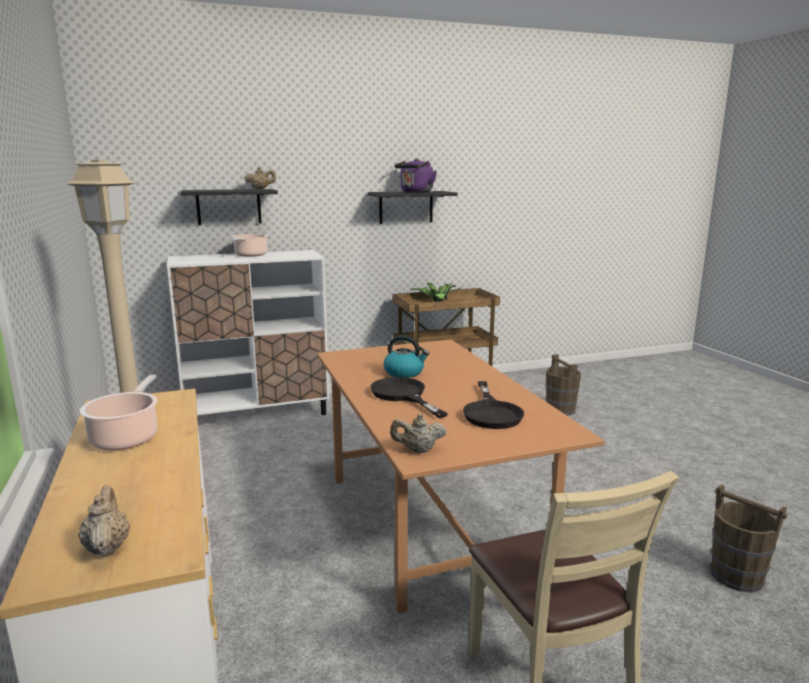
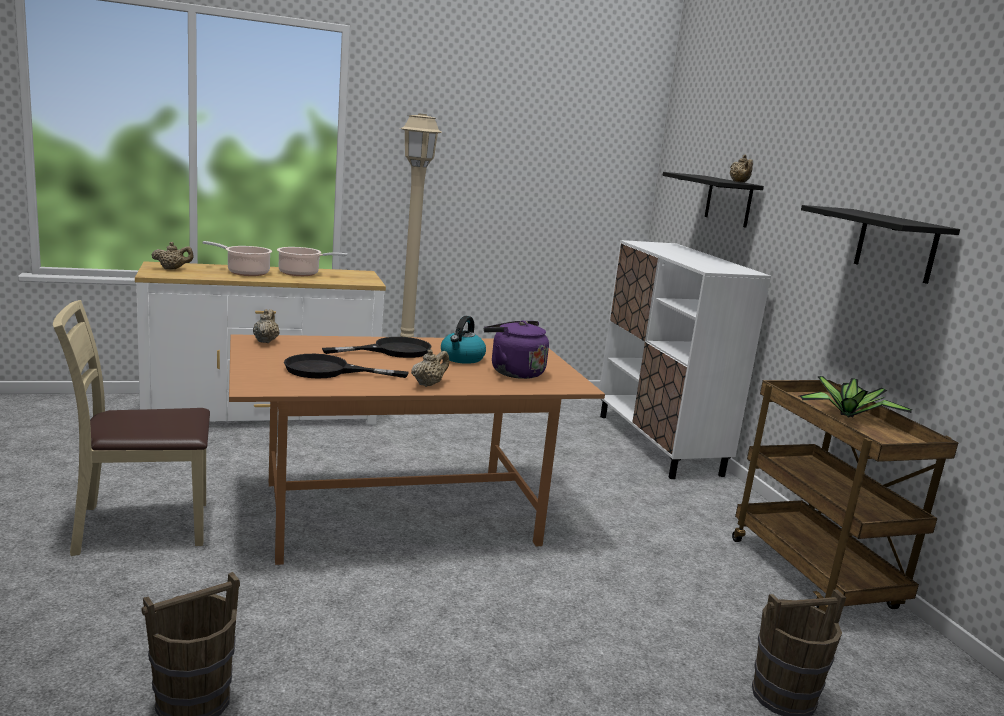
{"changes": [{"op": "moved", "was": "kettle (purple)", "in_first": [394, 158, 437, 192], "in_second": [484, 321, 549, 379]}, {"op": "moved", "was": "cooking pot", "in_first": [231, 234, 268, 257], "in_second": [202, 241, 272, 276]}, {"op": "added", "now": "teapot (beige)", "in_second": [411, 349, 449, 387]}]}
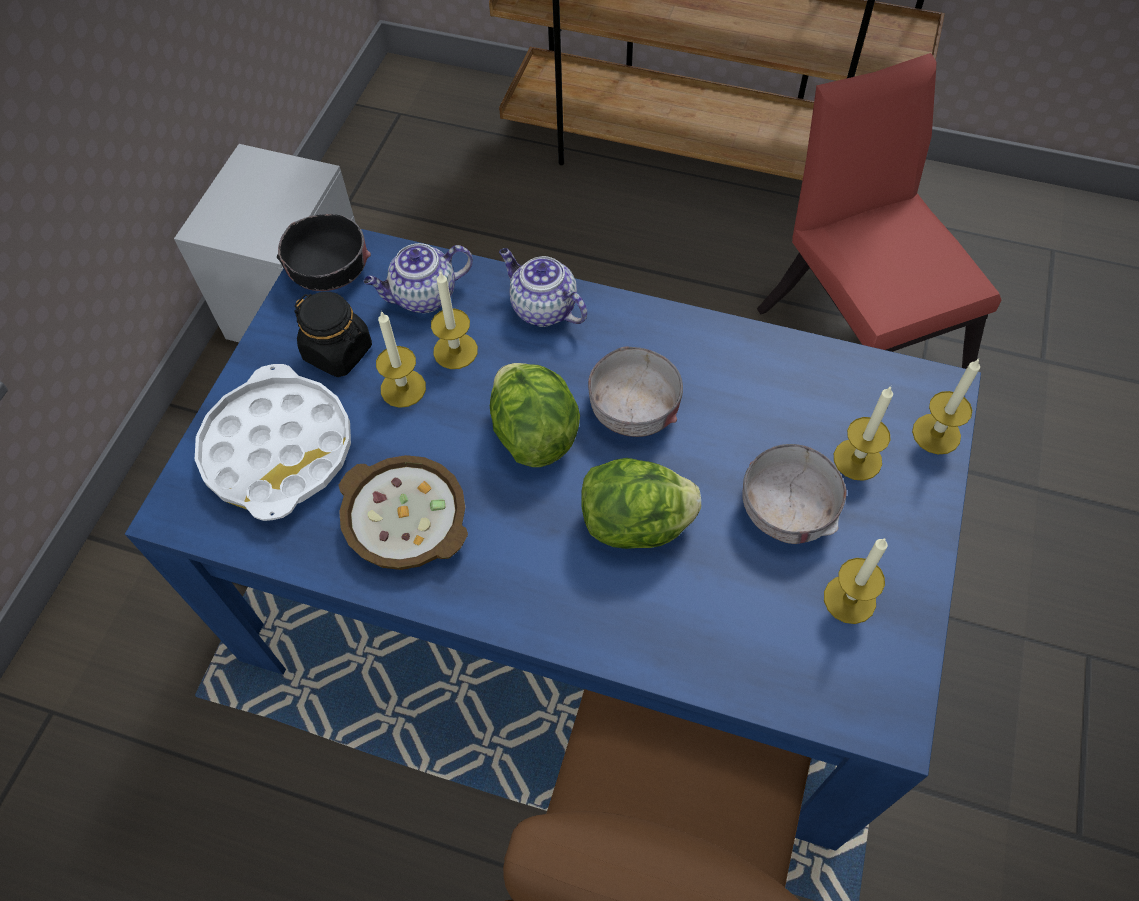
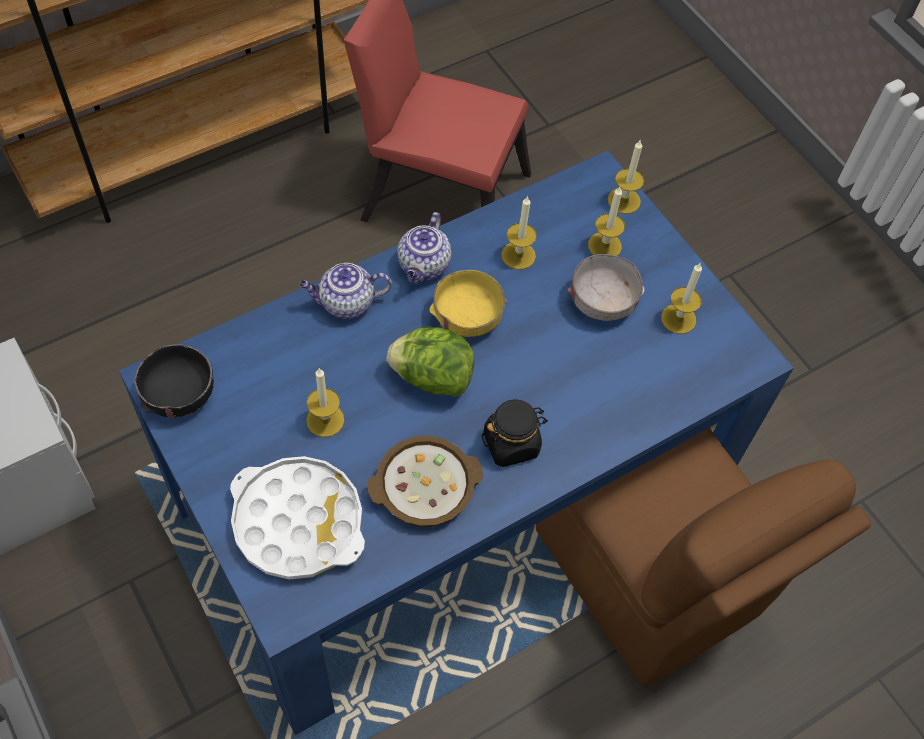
{"changes": [{"op": "moved", "was": "teapot", "in_first": [363, 243, 473, 313], "in_second": [397, 212, 451, 284]}, {"op": "moved", "was": "candle", "in_first": [431, 271, 478, 369], "in_second": [501, 196, 537, 270]}, {"op": "moved", "was": "jar (black)", "in_first": [294, 292, 372, 377], "in_second": [482, 399, 548, 467]}, {"op": "recoloured", "was": "bowl (grey)", "now": "bowl (yellow)", "in_first": [588, 346, 683, 437], "in_second": [430, 270, 507, 337]}, {"op": "removed", "was": "lettuce", "in_first": [581, 458, 701, 549]}]}
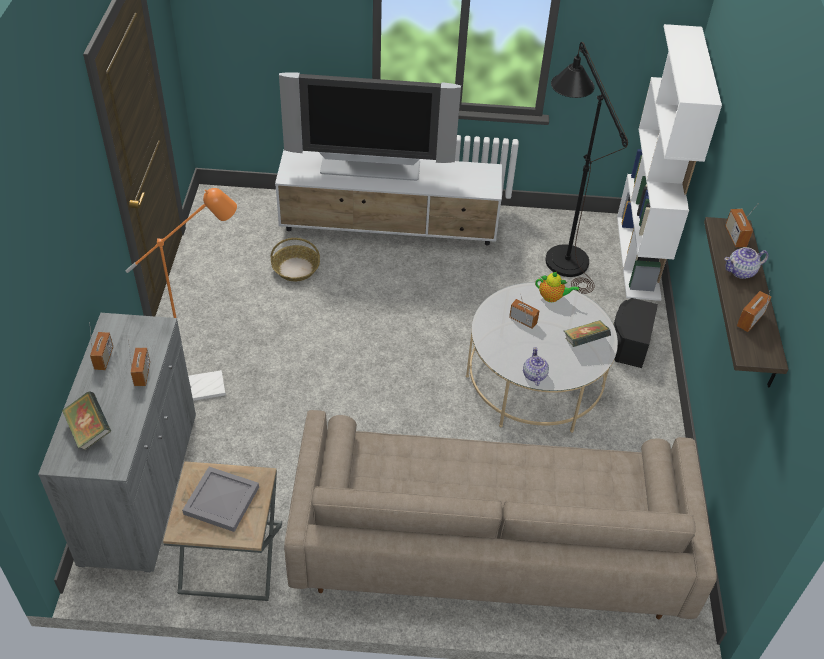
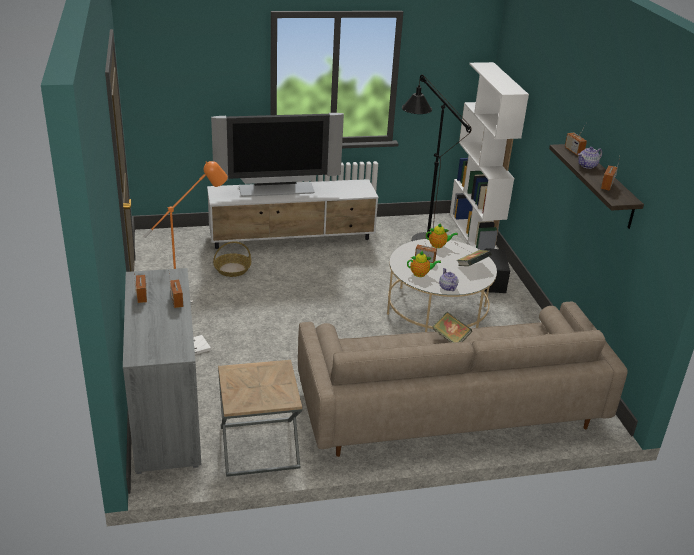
{"changes": [{"op": "moved", "was": "book", "in_first": [62, 391, 111, 450], "in_second": [433, 312, 472, 343]}, {"op": "removed", "was": "tray (grey)", "in_first": [182, 467, 259, 532]}, {"op": "added", "now": "teapot", "in_second": [407, 251, 441, 277]}]}
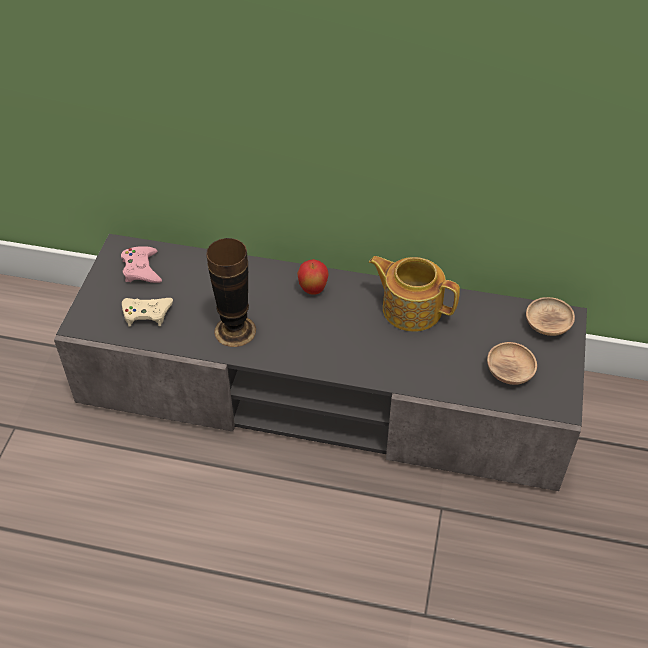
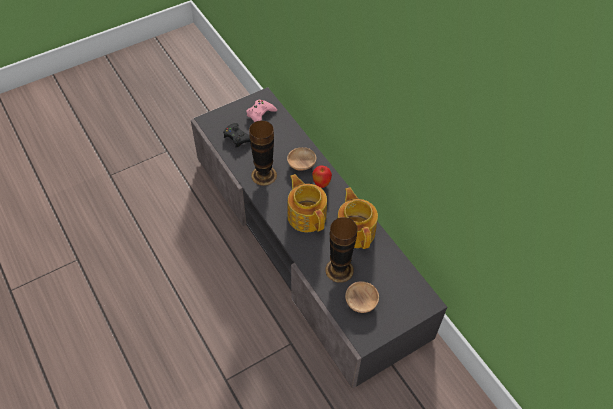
{"changes": [{"op": "moved", "was": "bowl (brown)", "in_first": [526, 297, 575, 336], "in_second": [287, 147, 316, 171]}, {"op": "recoloured", "was": "game controller (beige)", "now": "game controller (black)", "in_first": [122, 298, 173, 327], "in_second": [223, 123, 250, 148]}, {"op": "added", "now": "teapot", "in_second": [288, 174, 327, 232]}, {"op": "added", "now": "vase", "in_second": [325, 217, 358, 283]}]}
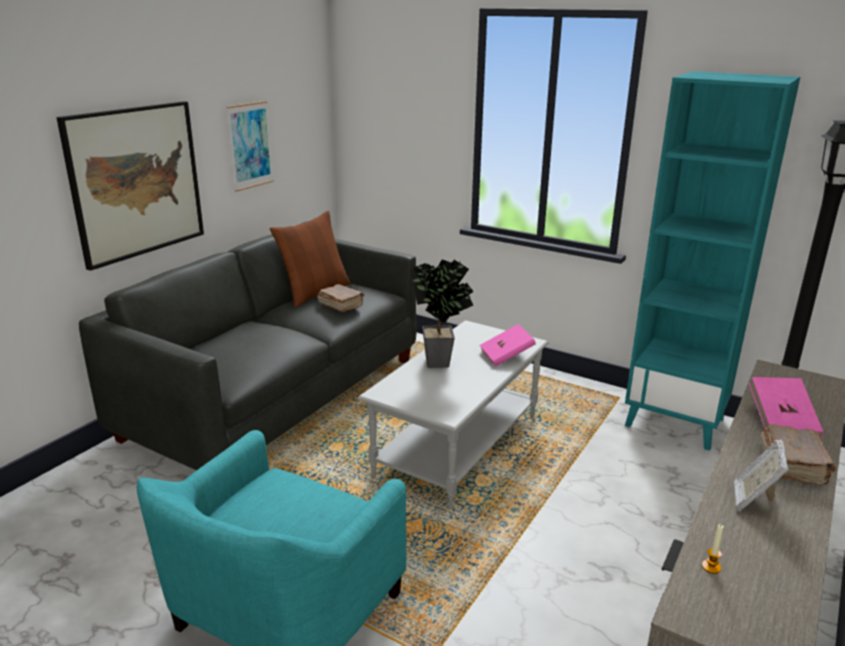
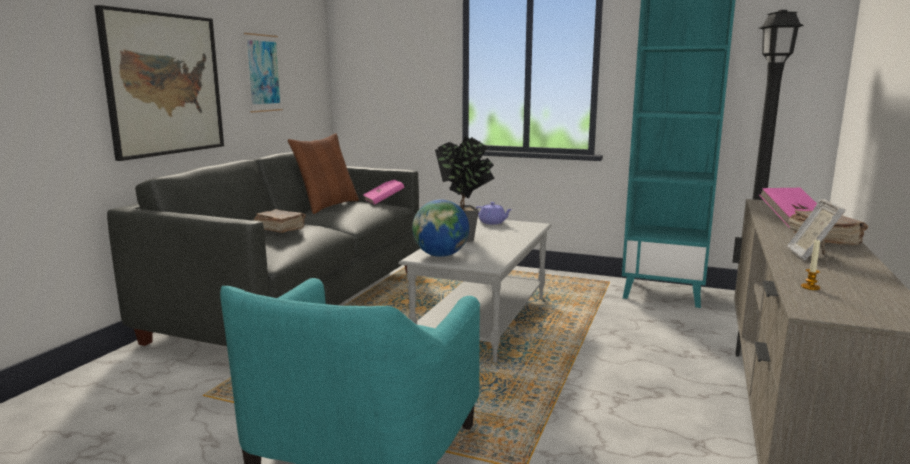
{"changes": [{"op": "moved", "was": "book (brown)", "in_first": [317, 284, 364, 312], "in_second": [254, 209, 306, 233]}, {"op": "moved", "was": "book (pink)", "in_first": [479, 324, 536, 367], "in_second": [363, 180, 405, 205]}, {"op": "added", "now": "globe", "in_second": [412, 199, 469, 257]}, {"op": "added", "now": "teapot (purple)", "in_second": [476, 202, 512, 225]}]}
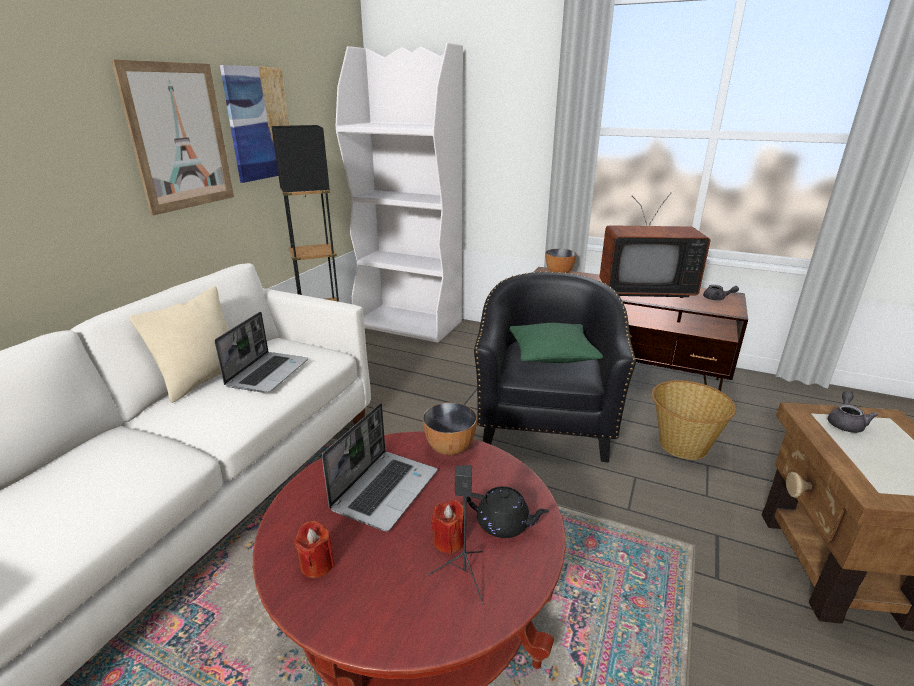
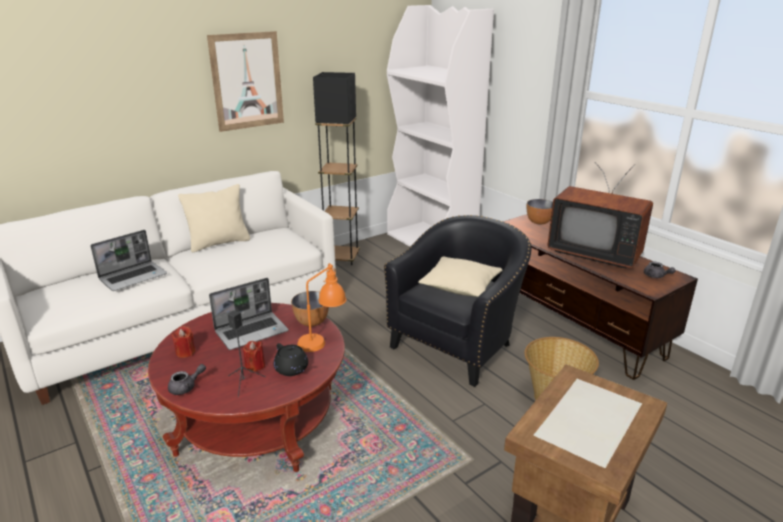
{"changes": [{"op": "removed", "was": "picture", "in_first": [220, 65, 289, 183]}, {"op": "moved", "was": "laptop", "in_first": [214, 312, 308, 393], "in_second": [90, 230, 167, 291]}, {"op": "recoloured", "was": "pillow (green)", "now": "pillow (beige)", "in_first": [510, 323, 603, 363], "in_second": [418, 256, 502, 297]}, {"op": "moved", "was": "teapot (grey)", "in_first": [828, 391, 878, 433], "in_second": [168, 364, 206, 395]}, {"op": "added", "now": "table lamp (orange)", "in_second": [297, 263, 346, 352]}]}
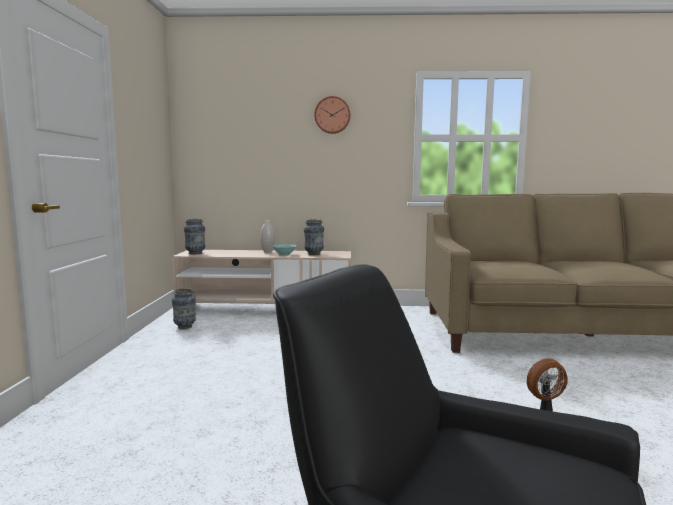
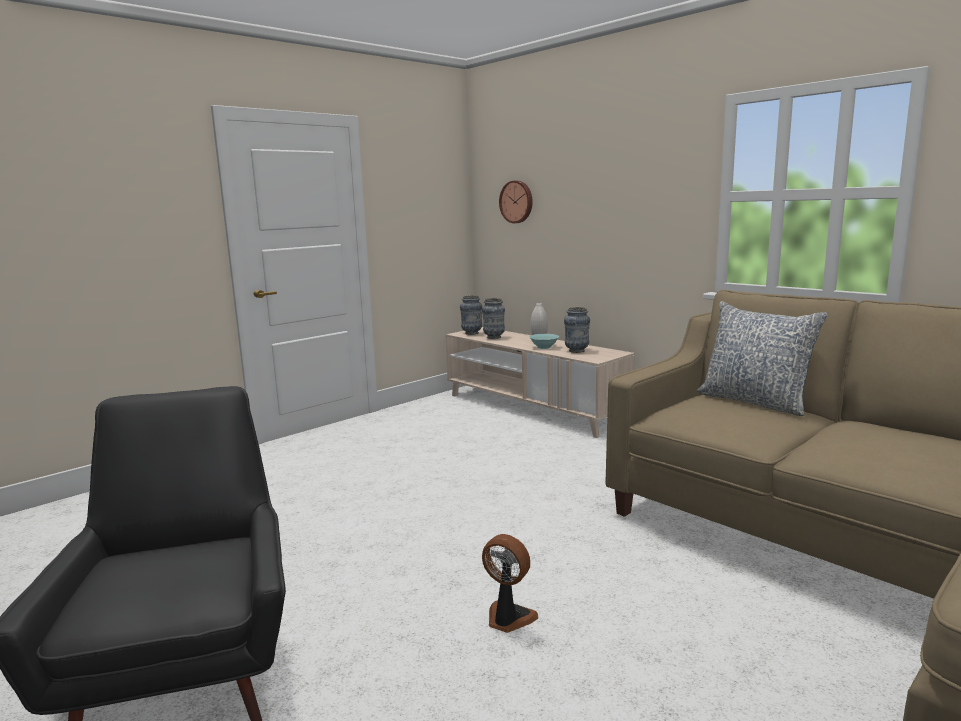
{"changes": [{"op": "moved", "was": "wall clock", "in_first": [314, 96, 351, 134], "in_second": [499, 181, 533, 223]}, {"op": "moved", "was": "vase", "in_first": [172, 288, 196, 329], "in_second": [482, 298, 505, 339]}, {"op": "added", "now": "pillow", "in_second": [697, 301, 828, 416]}]}
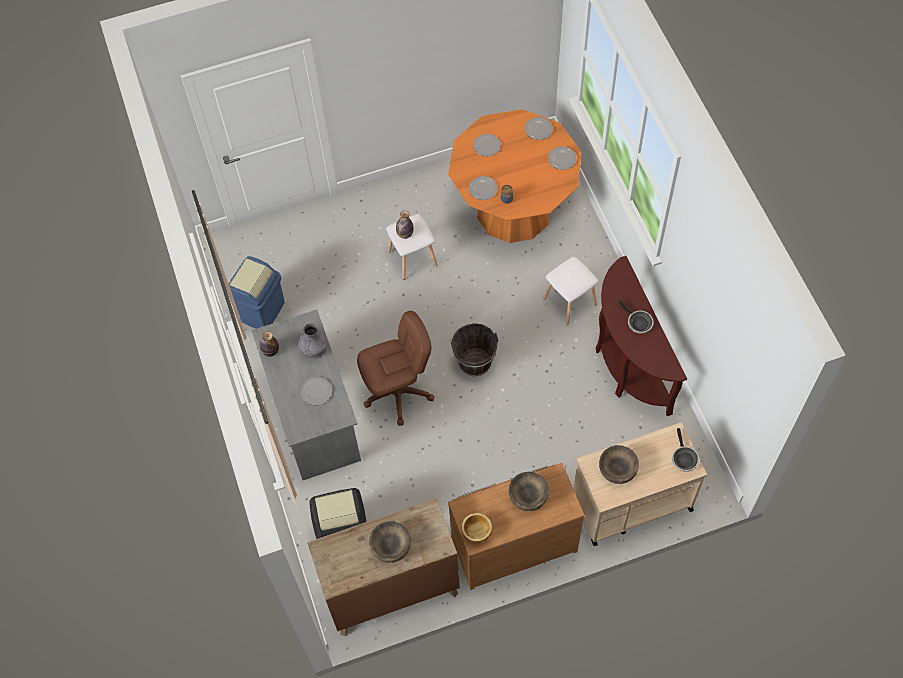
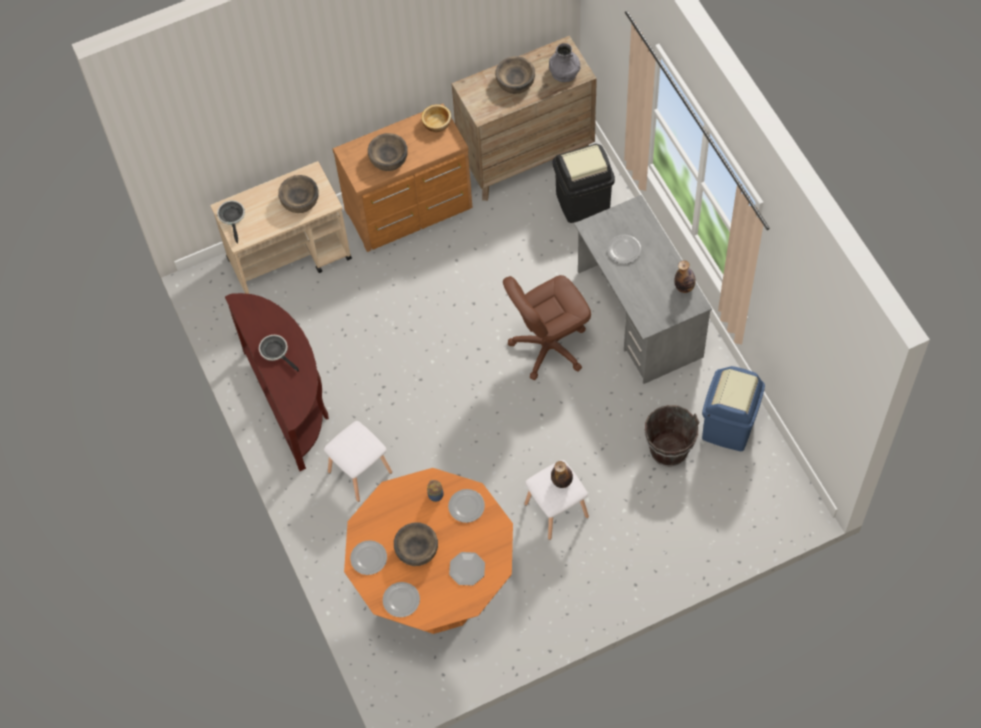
{"changes": [{"op": "moved", "was": "vase (grey)", "in_first": [298, 323, 328, 359], "in_second": [549, 43, 580, 82]}, {"op": "moved", "was": "bucket (brown)", "in_first": [451, 323, 498, 377], "in_second": [644, 405, 699, 467]}, {"op": "added", "now": "bowl (brown)", "in_second": [394, 523, 438, 566]}]}
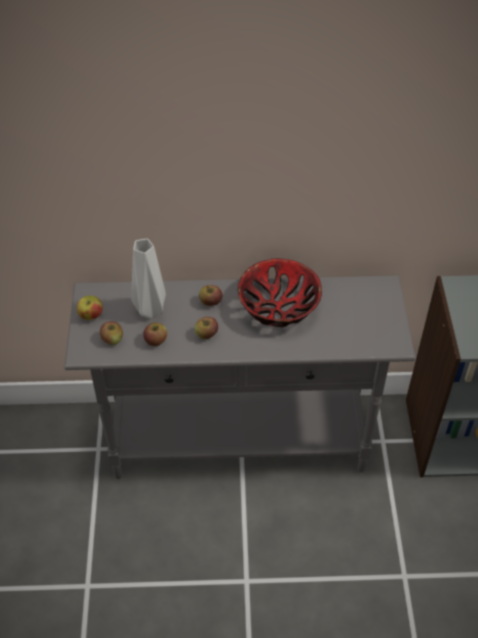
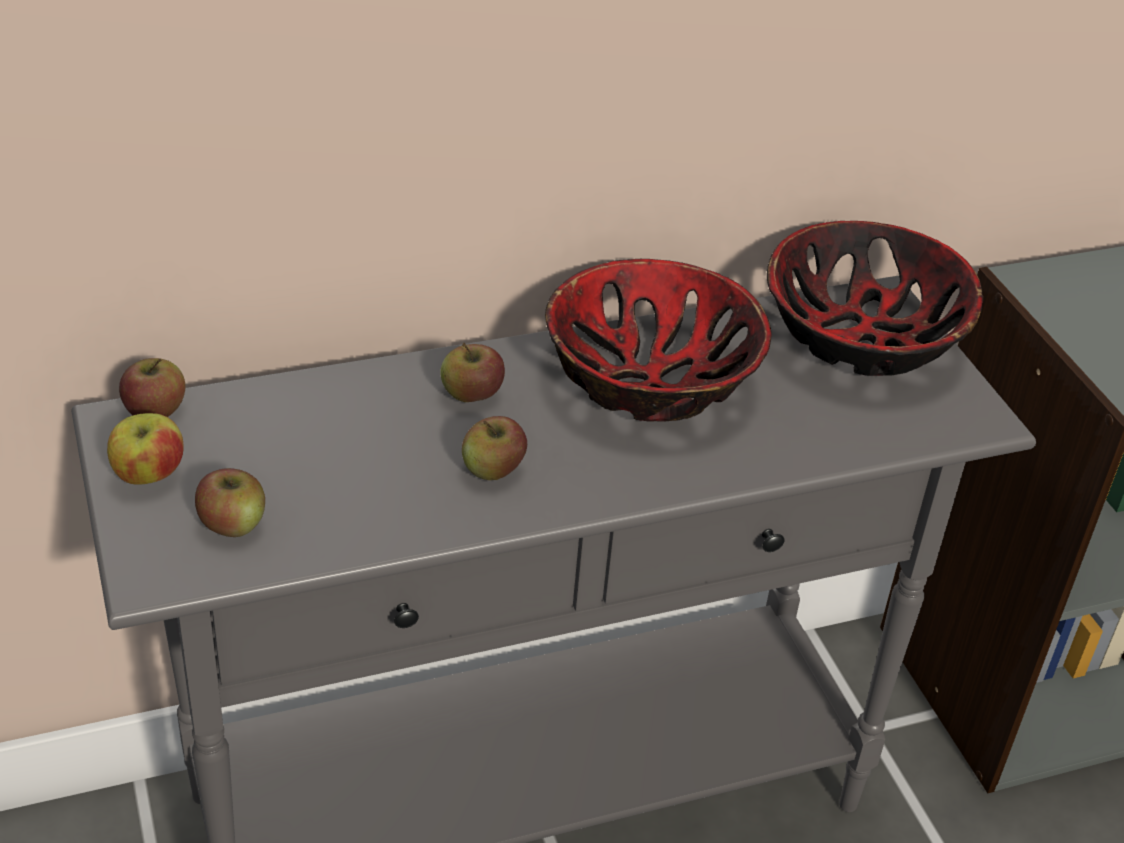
{"changes": [{"op": "removed", "was": "vase (grey)", "in_first": [131, 239, 166, 319]}, {"op": "moved", "was": "apple", "in_first": [143, 323, 167, 346], "in_second": [119, 358, 185, 417]}, {"op": "added", "now": "bowl", "in_second": [767, 221, 983, 376]}]}
